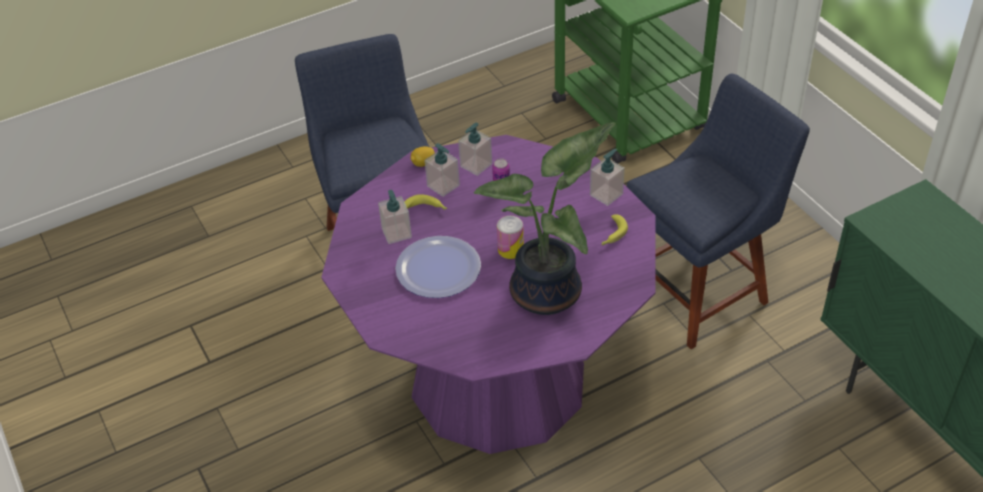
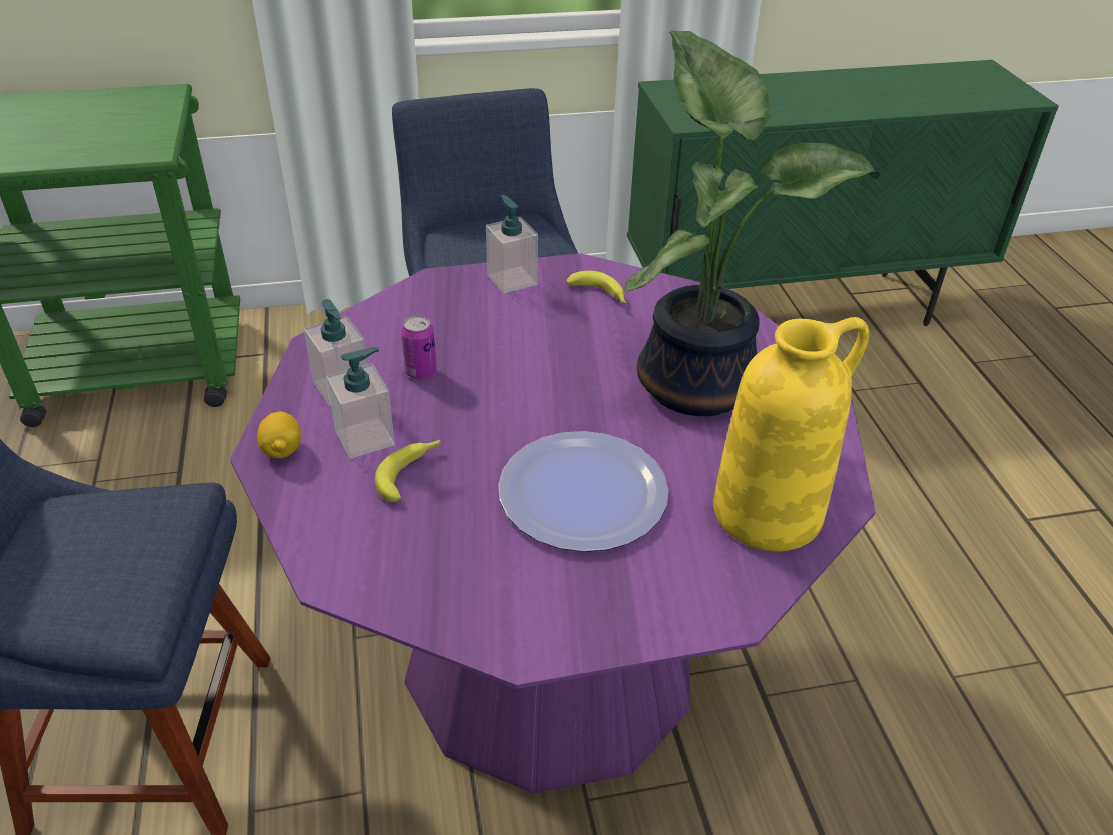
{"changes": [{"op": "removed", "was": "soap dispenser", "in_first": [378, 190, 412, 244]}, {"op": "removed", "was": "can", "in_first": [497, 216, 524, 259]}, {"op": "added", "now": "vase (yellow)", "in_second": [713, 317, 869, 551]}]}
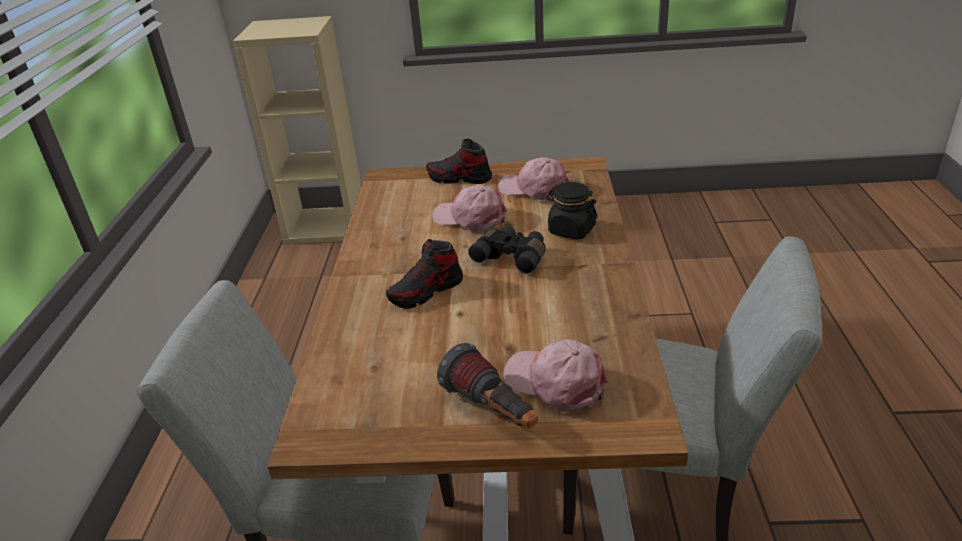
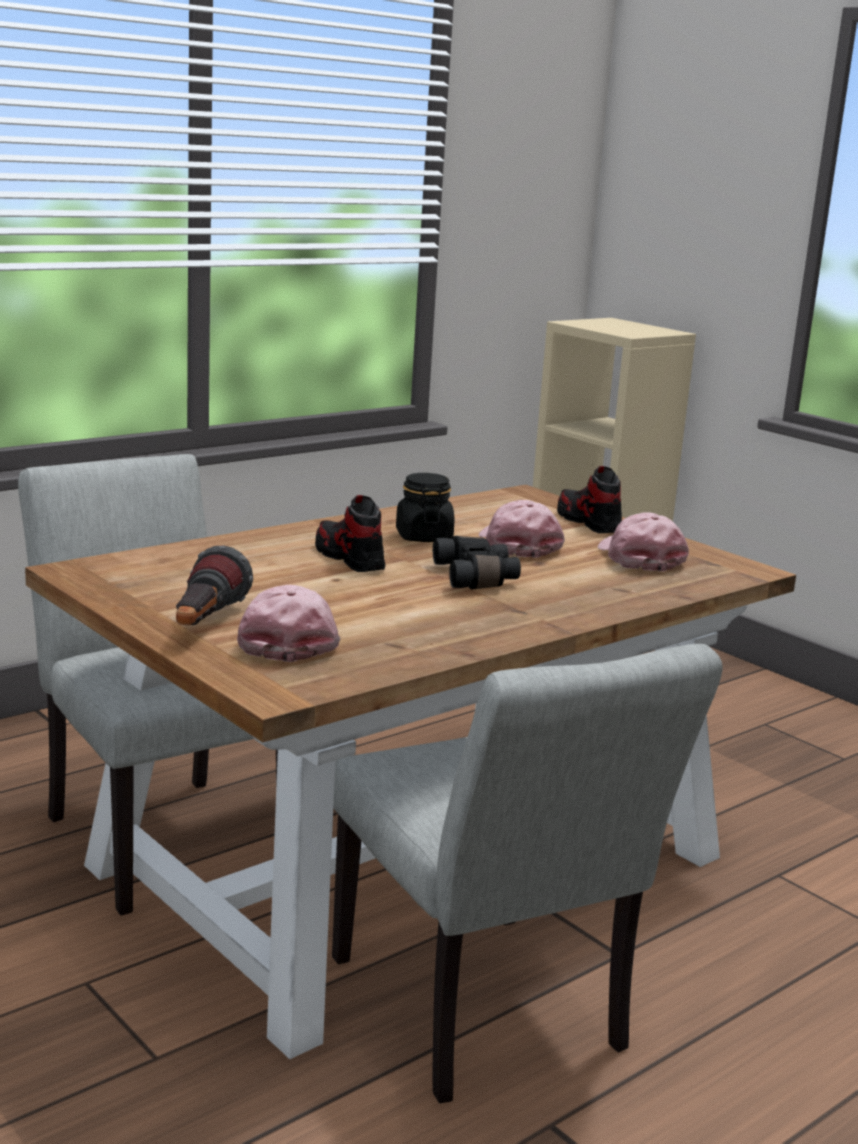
{"changes": [{"op": "moved", "was": "jar (black)", "in_first": [546, 182, 598, 239], "in_second": [396, 473, 454, 542]}, {"op": "turned", "was": "shoe", "in_first": [386, 239, 463, 309], "in_second": [315, 495, 385, 572], "clockwise": 45}]}
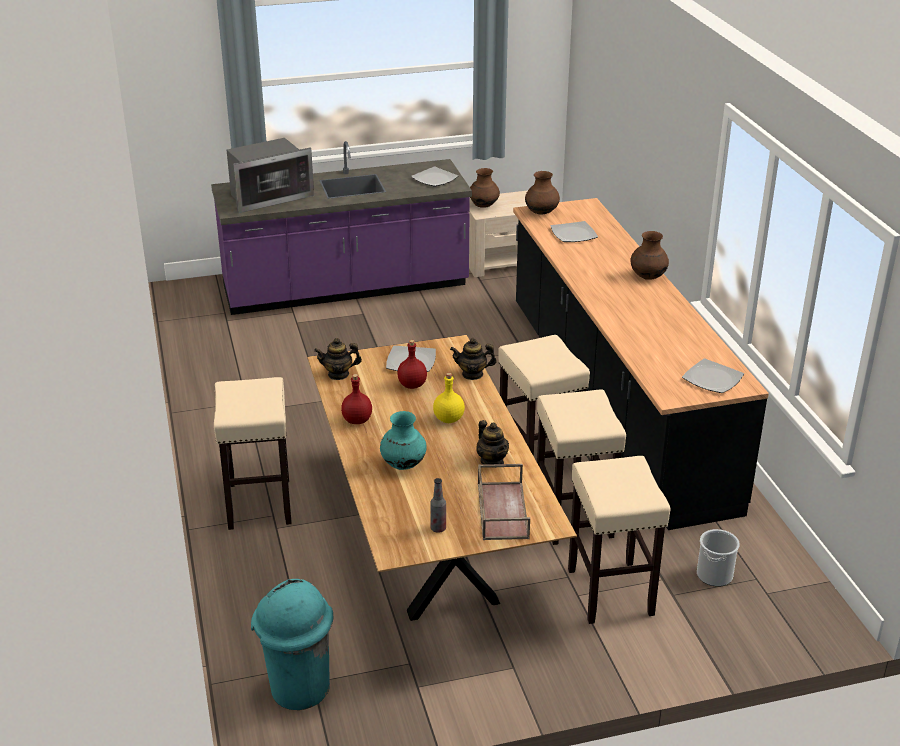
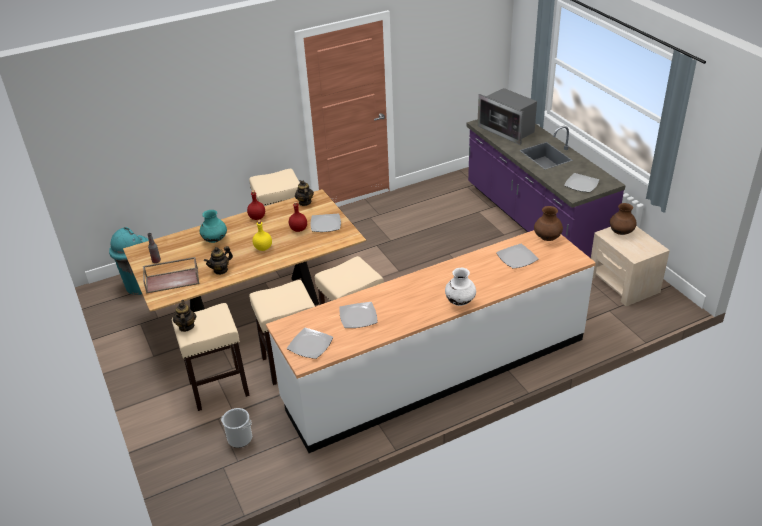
{"changes": [{"op": "recoloured", "was": "counter (black)", "now": "counter (white)", "in_first": [513, 198, 769, 530], "in_second": [266, 230, 596, 453]}, {"op": "recoloured", "was": "vase (brown)", "now": "vase (white)", "in_first": [630, 231, 669, 280], "in_second": [445, 268, 476, 306]}, {"op": "moved", "was": "teapot", "in_first": [450, 338, 497, 380], "in_second": [173, 300, 196, 332]}, {"op": "added", "now": "plate", "in_second": [340, 302, 378, 328]}]}
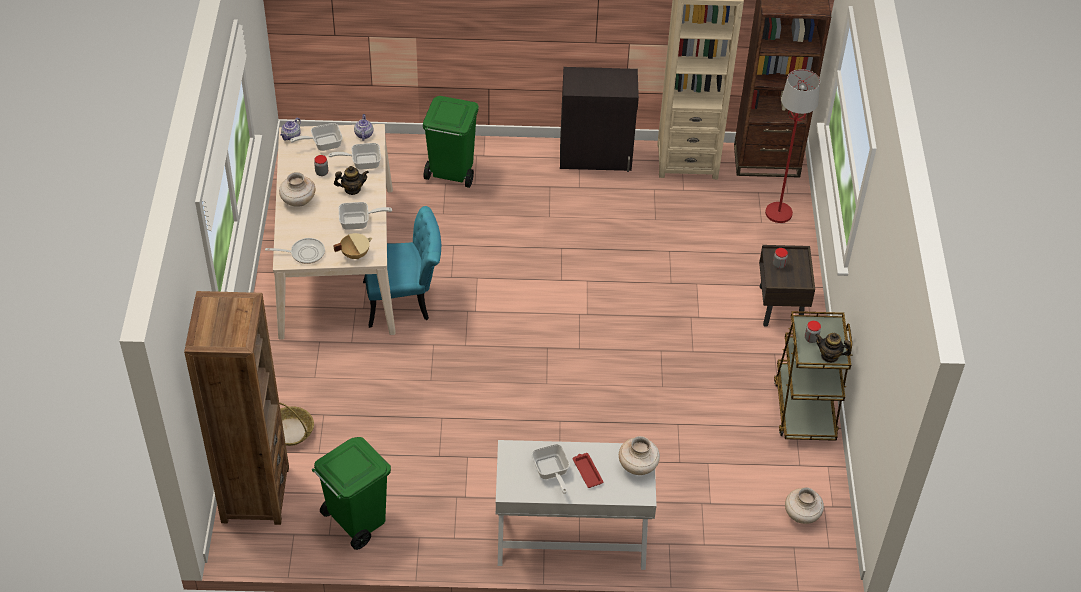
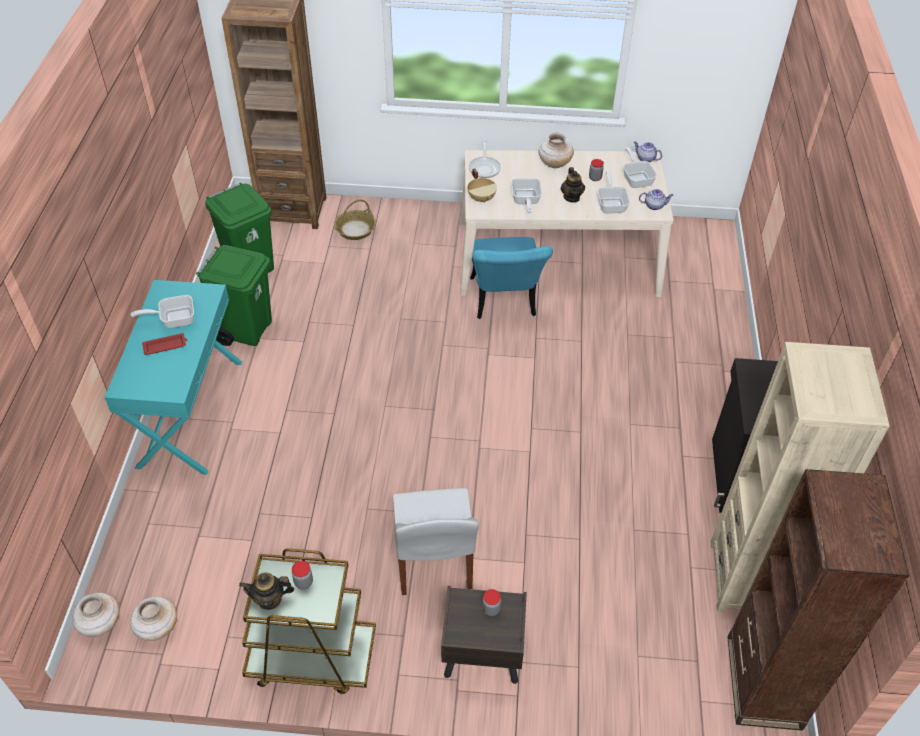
{"changes": [{"op": "removed", "was": "floor lamp (red)", "in_first": [765, 69, 820, 223]}, {"op": "moved", "was": "trash can (green)", "in_first": [423, 96, 479, 188], "in_second": [196, 245, 272, 346]}, {"op": "turned", "was": "teapot", "in_first": [815, 333, 851, 363], "in_second": [239, 572, 294, 610], "clockwise": -120}, {"op": "moved", "was": "vase (beige)", "in_first": [619, 436, 660, 475], "in_second": [72, 592, 120, 637]}, {"op": "recoloured", "was": "console table (white)", "now": "console table (turquoise)", "in_first": [496, 440, 657, 570], "in_second": [104, 280, 242, 475]}, {"op": "added", "now": "chair (white)", "in_second": [393, 488, 479, 595]}]}
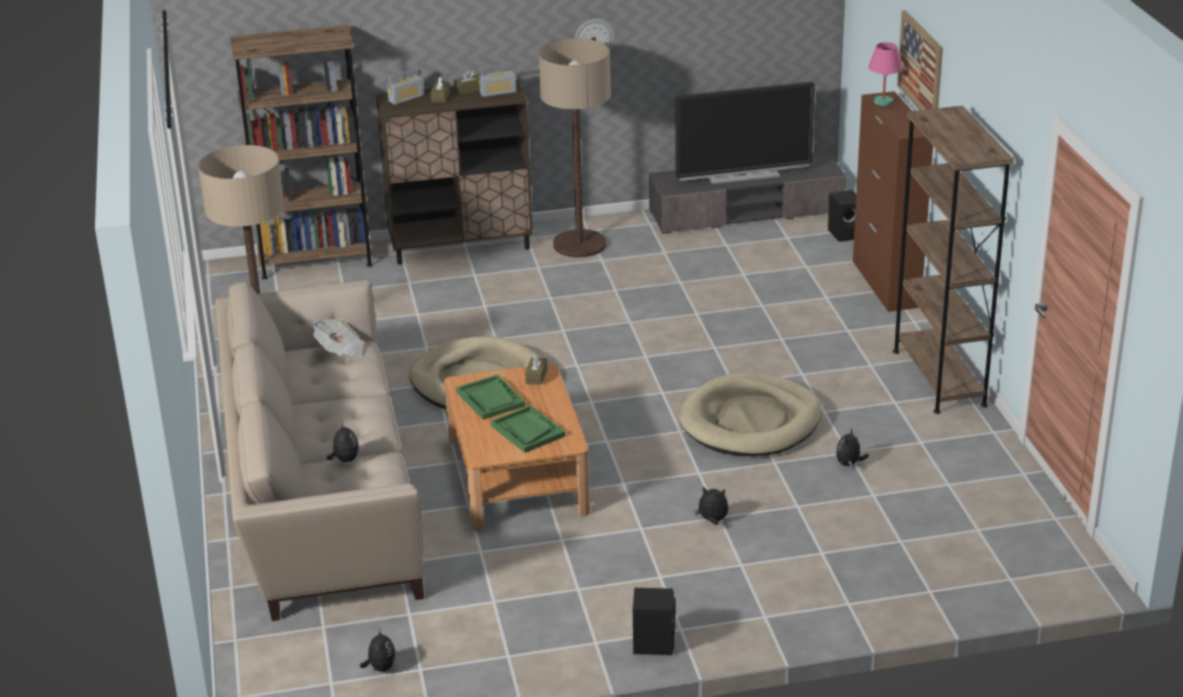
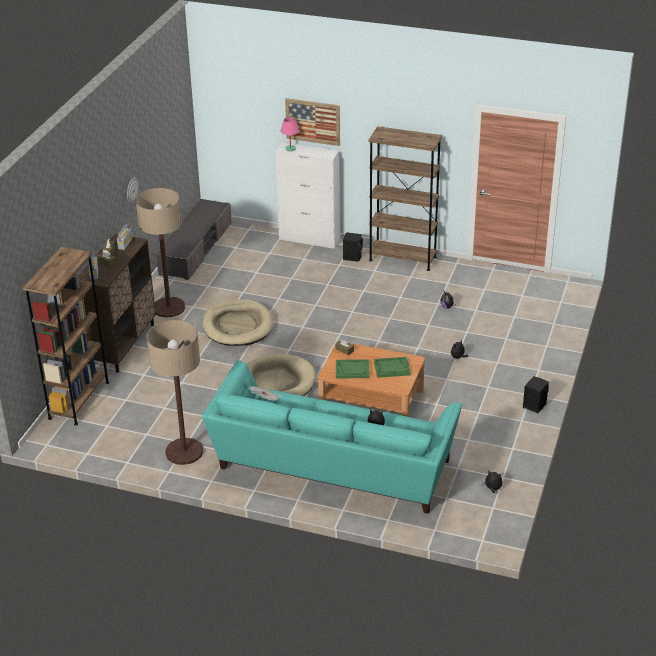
{"changes": [{"op": "removed", "was": "television", "in_first": [676, 82, 815, 184]}, {"op": "recoloured", "was": "cabinet (brown)", "now": "cabinet (white)", "in_first": [853, 91, 933, 312], "in_second": [275, 143, 340, 249]}, {"op": "moved", "was": "speaker (black)", "in_first": [828, 190, 856, 242], "in_second": [343, 232, 363, 262]}, {"op": "recoloured", "was": "sofa (beige)", "now": "sofa (turquoise)", "in_first": [216, 280, 424, 621], "in_second": [202, 360, 462, 514]}, {"op": "moved", "was": "dog bed (beige)", "in_first": [679, 373, 822, 456], "in_second": [202, 299, 274, 346]}]}
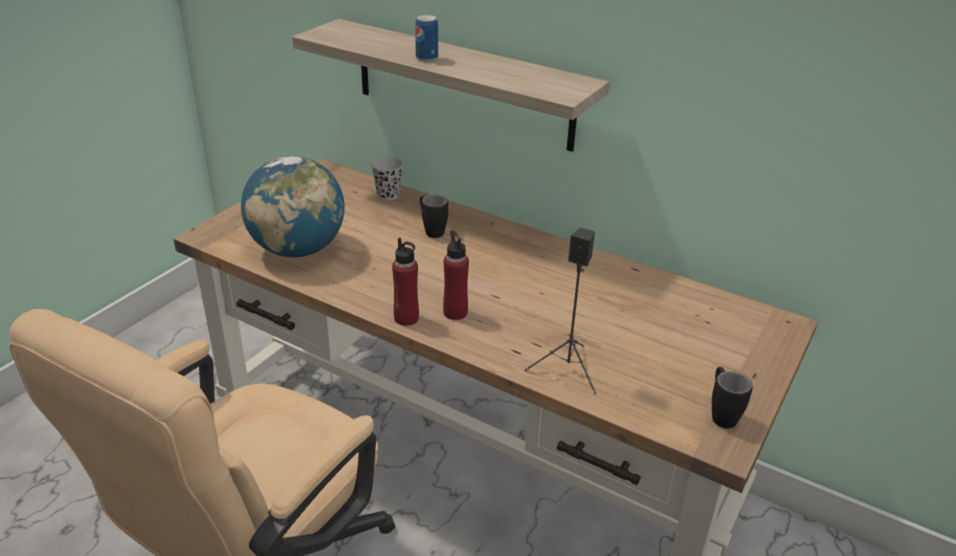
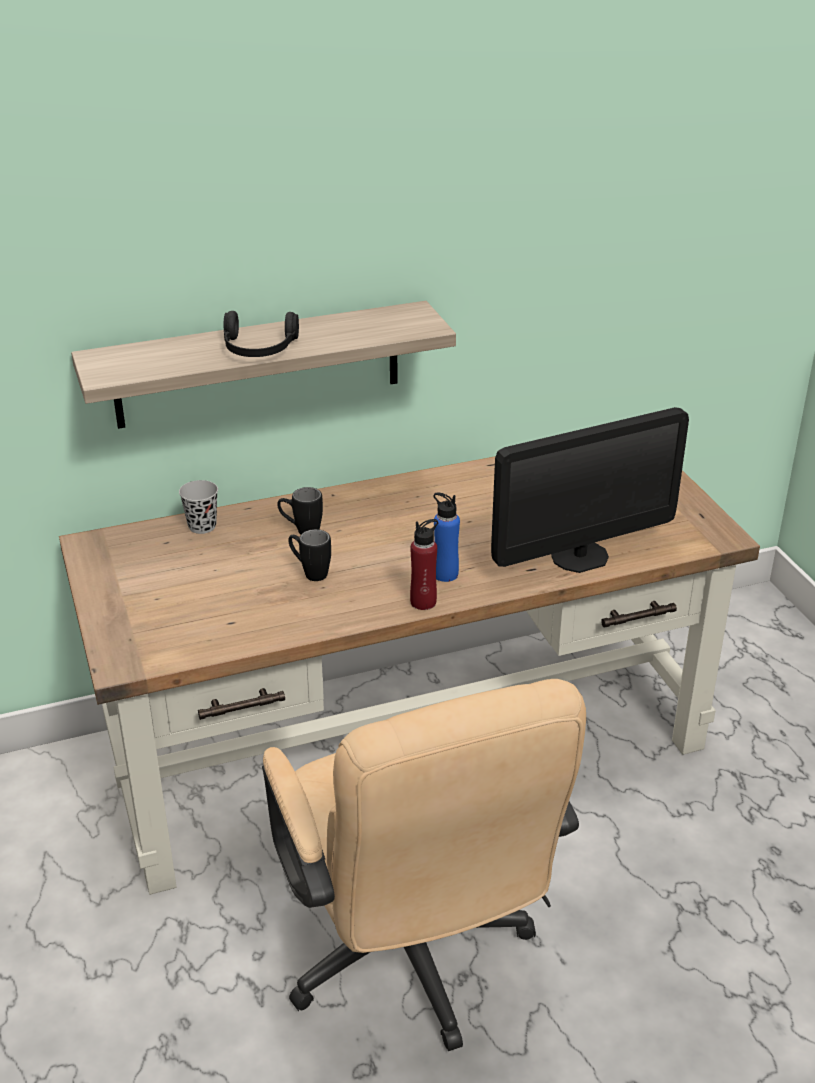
{"changes": [{"op": "replaced", "was": "can", "now": "headphones (black)", "in_first": [415, 15, 438, 62], "in_second": [224, 311, 299, 357]}, {"op": "removed", "was": "globe", "in_first": [241, 156, 345, 257]}, {"op": "replaced", "was": "speaker (black)", "now": "monitor", "in_first": [525, 227, 596, 394], "in_second": [491, 407, 689, 573]}, {"op": "recoloured", "was": "bottle (red)", "now": "bottle (blue)", "in_first": [443, 230, 469, 320], "in_second": [433, 492, 460, 582]}, {"op": "moved", "was": "mug (black)", "in_first": [712, 367, 753, 428], "in_second": [288, 529, 331, 581]}]}
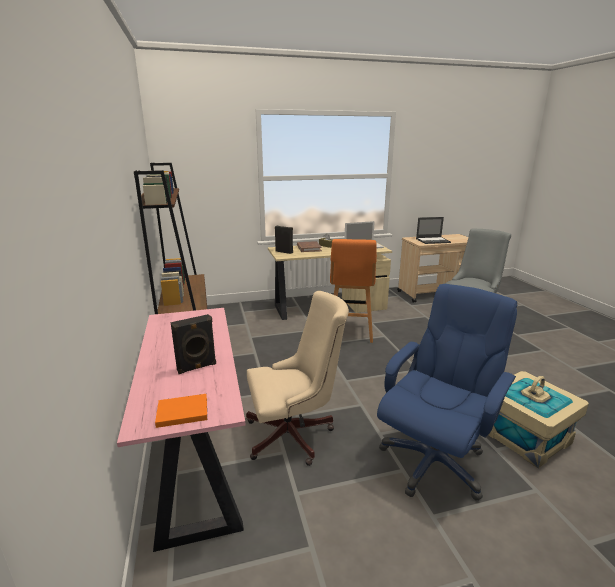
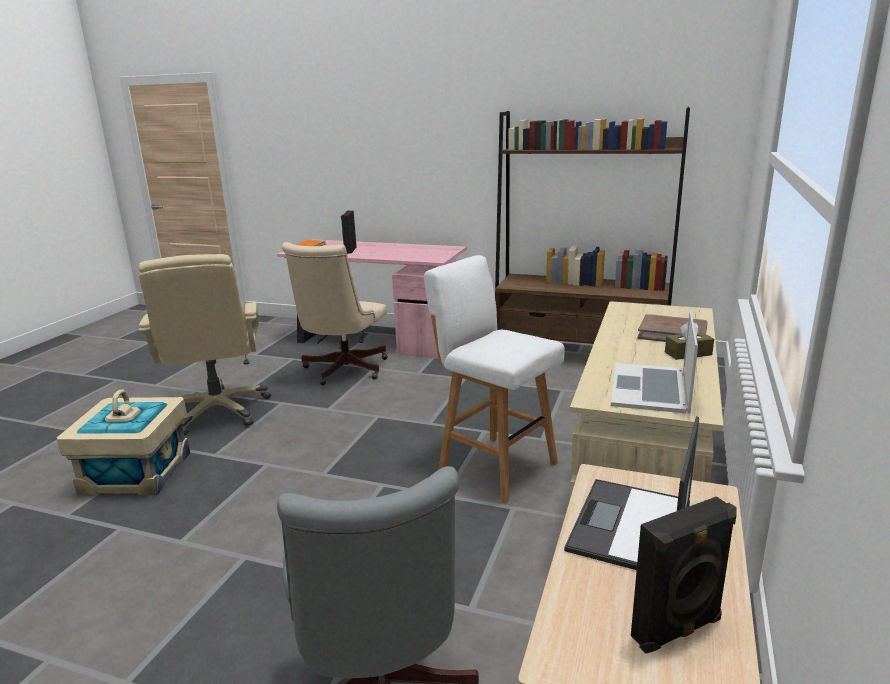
{"changes": [{"op": "moved", "was": "speaker (black)", "in_first": [275, 226, 293, 254], "in_second": [631, 496, 737, 654]}, {"op": "recoloured", "was": "stool (orange)", "now": "stool (white)", "in_first": [330, 239, 377, 343], "in_second": [424, 255, 565, 504]}, {"op": "recoloured", "was": "office chair (blue)", "now": "office chair (beige)", "in_first": [377, 284, 517, 501], "in_second": [139, 254, 271, 436]}]}
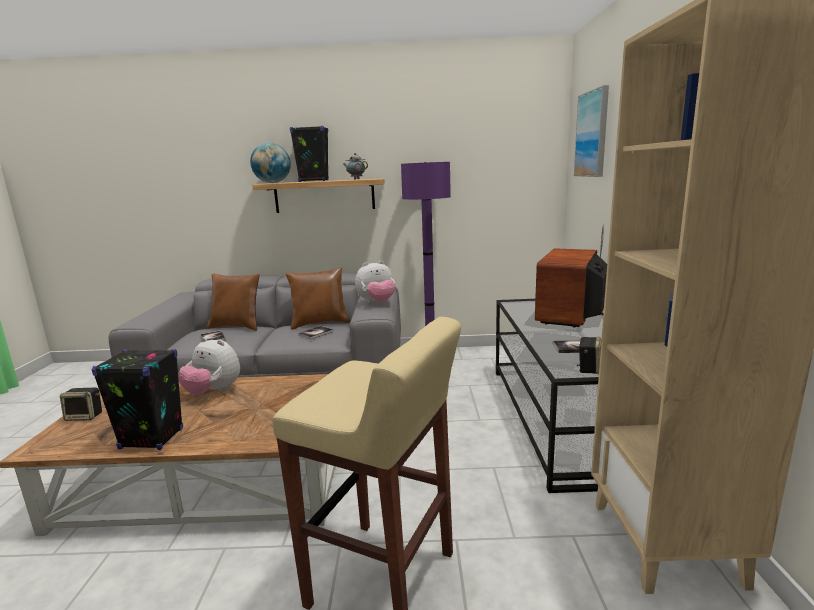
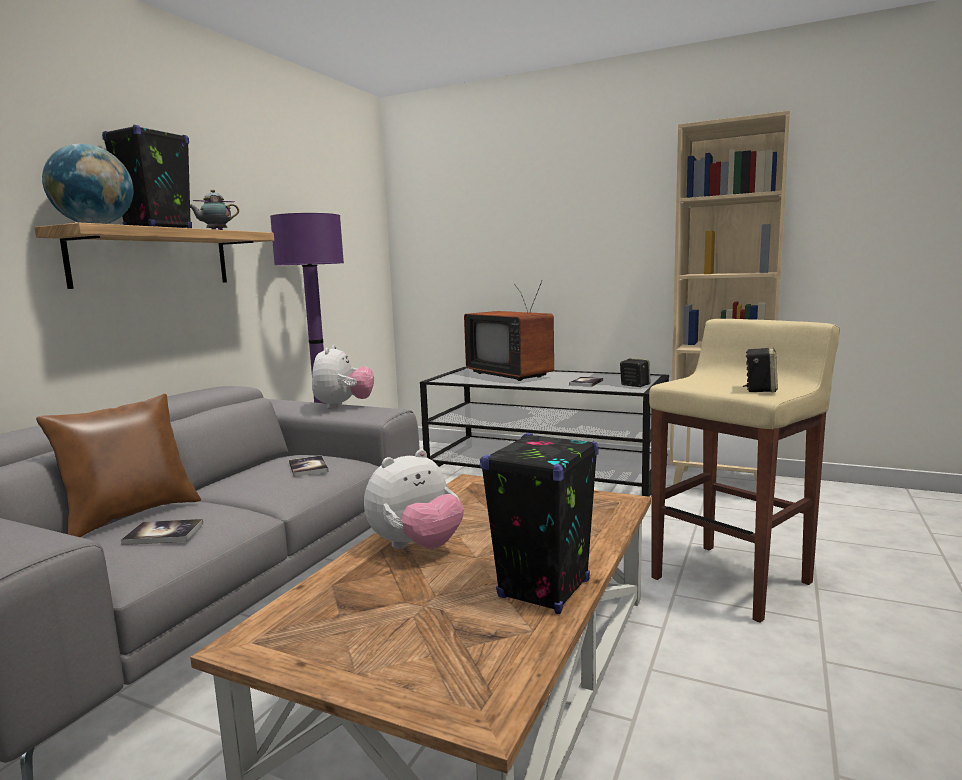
{"changes": [{"op": "removed", "was": "picture", "in_first": [574, 85, 609, 177]}, {"op": "removed", "was": "pillow (brown)", "in_first": [286, 267, 350, 330]}, {"op": "moved", "was": "speaker", "in_first": [60, 388, 102, 421], "in_second": [743, 347, 778, 392]}]}
